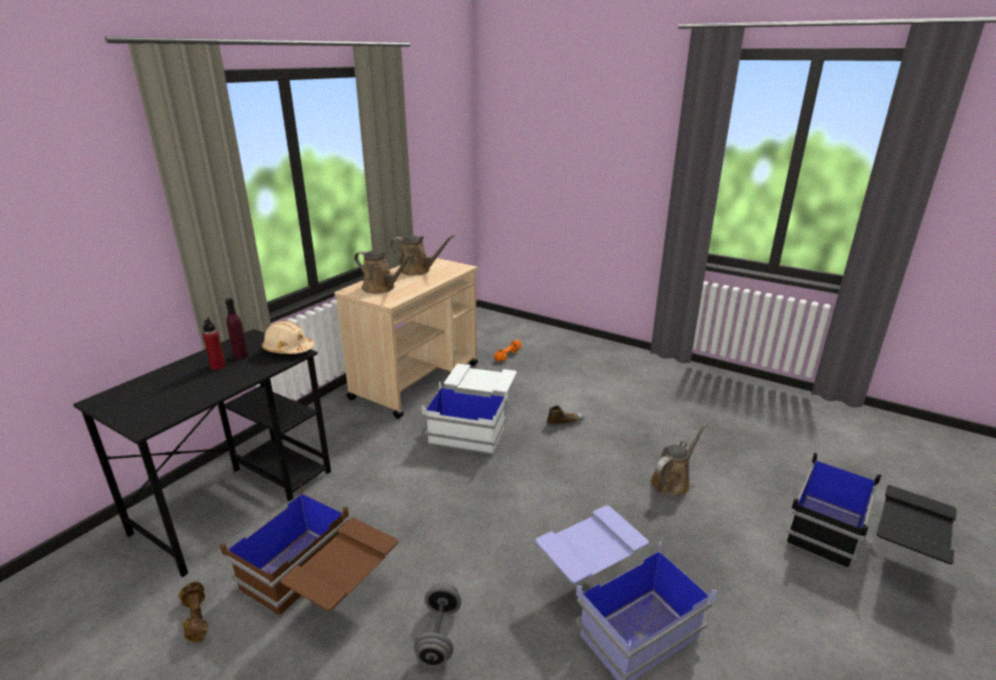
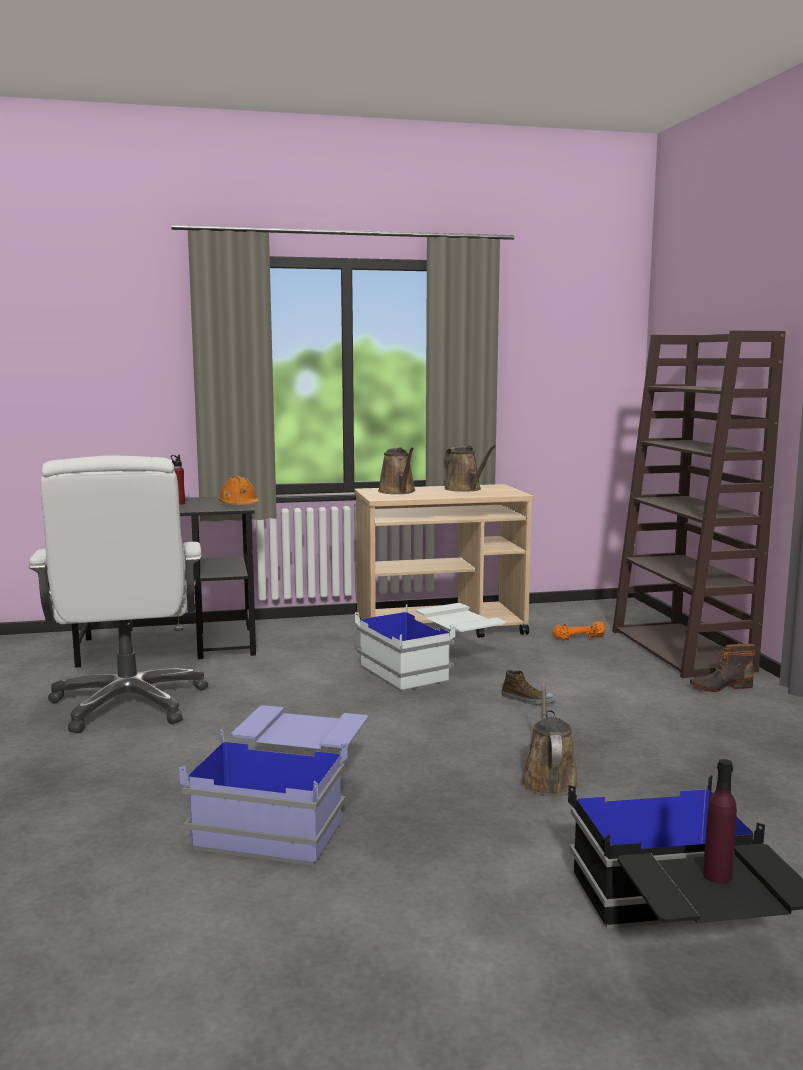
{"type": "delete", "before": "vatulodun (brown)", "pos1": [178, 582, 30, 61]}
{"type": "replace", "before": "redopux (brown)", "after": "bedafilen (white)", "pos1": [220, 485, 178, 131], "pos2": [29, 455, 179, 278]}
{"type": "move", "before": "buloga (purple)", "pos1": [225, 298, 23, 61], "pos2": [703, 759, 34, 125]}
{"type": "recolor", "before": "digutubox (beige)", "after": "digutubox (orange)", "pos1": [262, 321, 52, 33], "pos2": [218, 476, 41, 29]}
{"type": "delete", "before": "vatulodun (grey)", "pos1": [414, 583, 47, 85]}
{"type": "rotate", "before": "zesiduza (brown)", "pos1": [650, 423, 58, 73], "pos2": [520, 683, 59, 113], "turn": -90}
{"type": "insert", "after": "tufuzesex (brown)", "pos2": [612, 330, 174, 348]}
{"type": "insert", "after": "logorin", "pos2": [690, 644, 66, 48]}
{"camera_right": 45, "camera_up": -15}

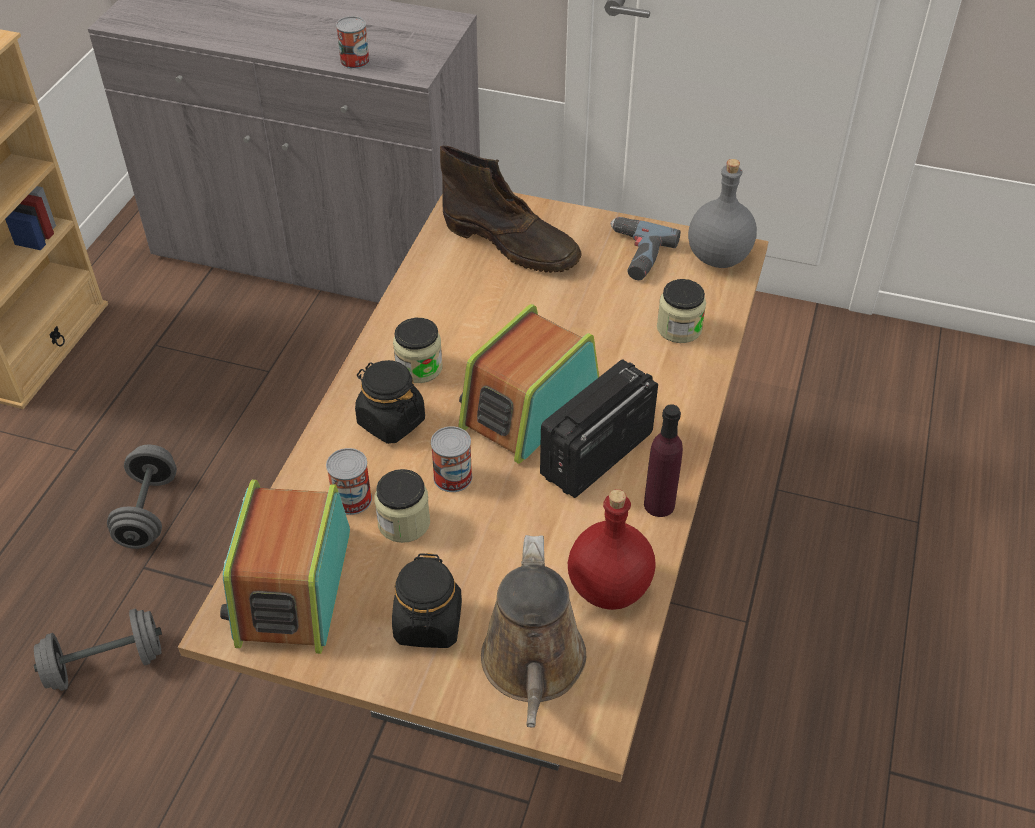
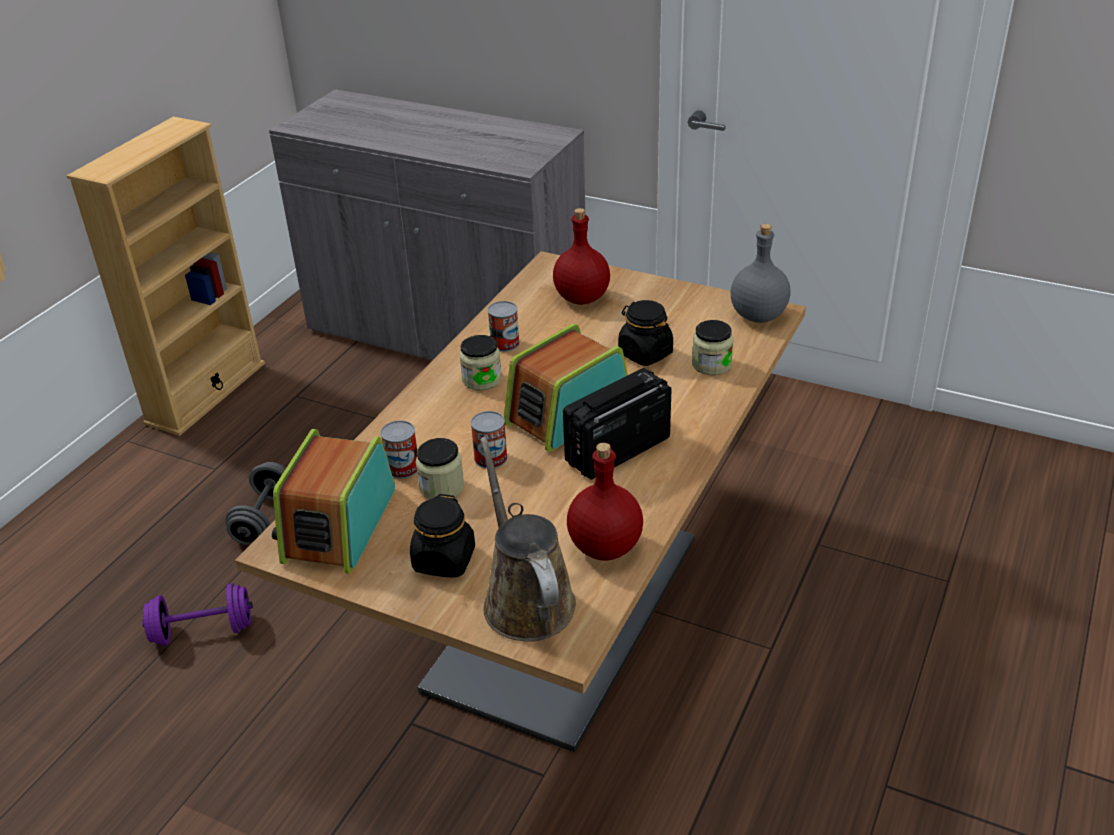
{"type": "recolor", "before": "vatulodun (grey)", "after": "vatulodun (purple)", "pos1": [34, 609, 128, 82], "pos2": [142, 583, 111, 63]}
{"type": "move", "before": "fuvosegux", "pos1": [336, 16, 34, 53], "pos2": [488, 301, 32, 51]}
{"type": "move", "before": "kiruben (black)", "pos1": [355, 360, 70, 84], "pos2": [618, 300, 55, 66]}
{"type": "replace", "before": "logorin (brown)", "after": "buloga (red)", "pos1": [440, 146, 141, 127], "pos2": [553, 208, 57, 97]}
{"type": "rotate", "before": "zesiduza (brown)", "pos1": [481, 535, 105, 193], "pos2": [480, 437, 96, 205], "turn": 150}
{"type": "delete", "before": "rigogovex", "pos1": [610, 217, 71, 63]}
{"type": "delete", "before": "buloga (purple)", "pos1": [644, 404, 39, 113]}
{"camera_right": 10, "camera_up": -10}

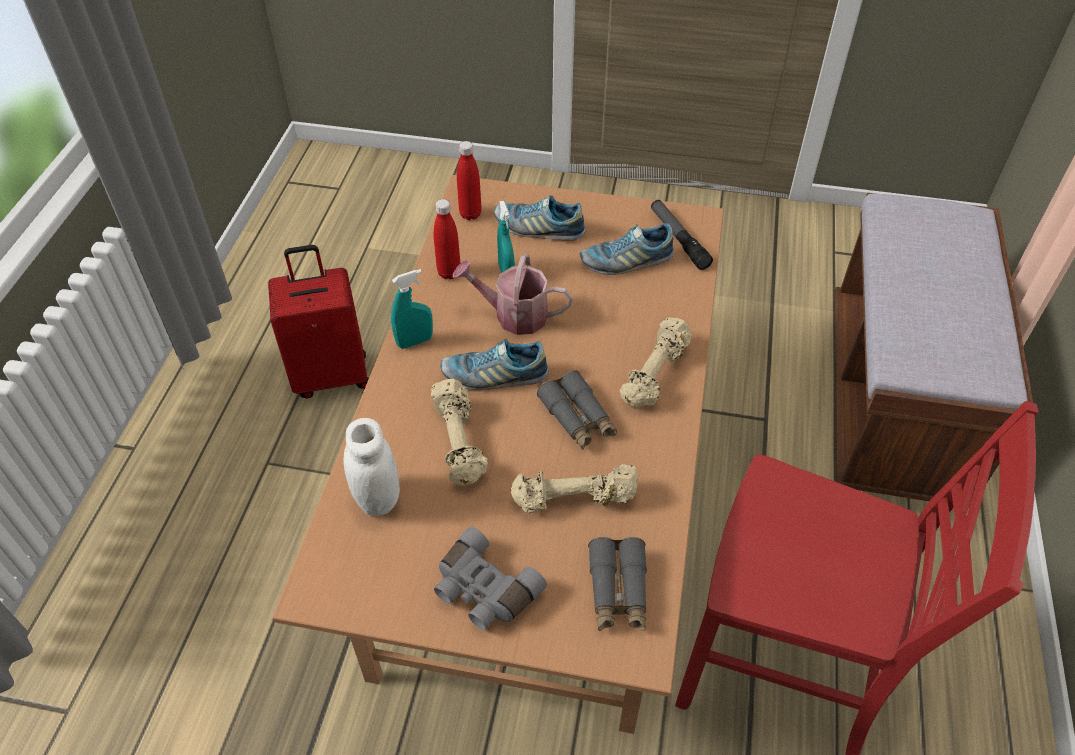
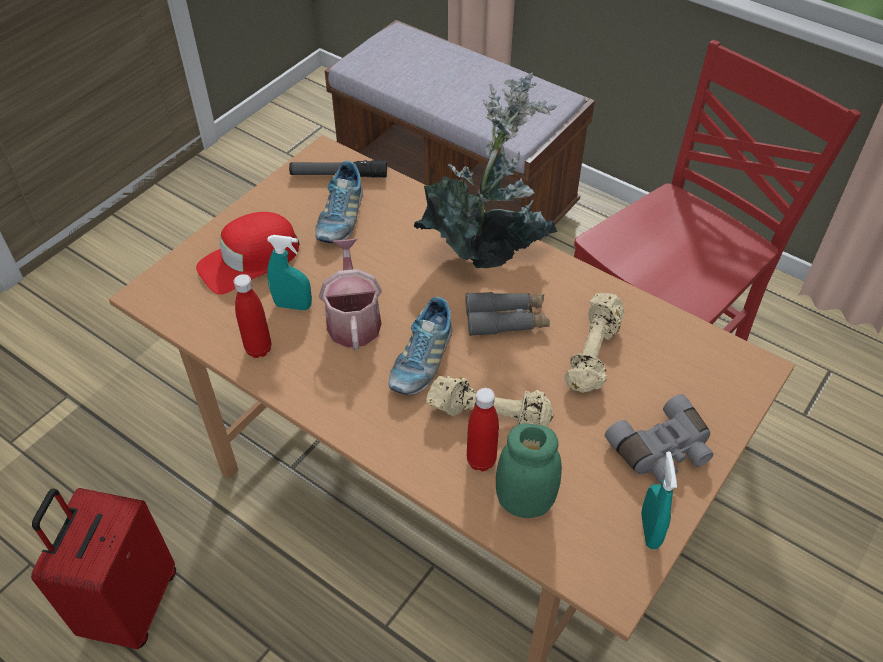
{"type": "recolor", "before": "kiruben (white)", "after": "kiruben (green)", "pos1": [344, 418, 56, 98], "pos2": [496, 423, 66, 95]}
{"type": "move", "before": "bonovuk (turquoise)", "pos1": [391, 269, 42, 80], "pos2": [641, 452, 36, 97]}
{"type": "rotate", "before": "zesiduza", "pos1": [453, 254, 120, 81], "pos2": [319, 238, 63, 112], "turn": 135}
{"type": "move", "before": "buloga (red)", "pos1": [457, 141, 25, 79], "pos2": [467, 388, 32, 83]}
{"type": "replace", "before": "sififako", "after": "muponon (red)", "pos1": [494, 195, 92, 46], "pos2": [196, 212, 104, 83]}
{"type": "delete", "before": "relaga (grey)", "pos1": [588, 537, 59, 94]}
{"type": "replace", "before": "vatulodun (beige)", "after": "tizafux", "pos1": [620, 317, 71, 91], "pos2": [414, 72, 144, 196]}
{"camera_right": -65, "camera_up": 0}

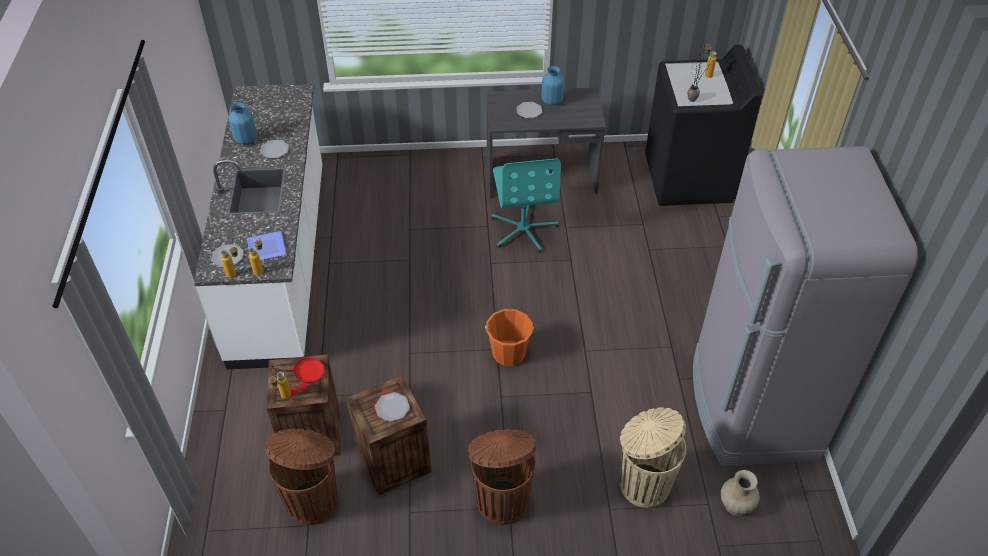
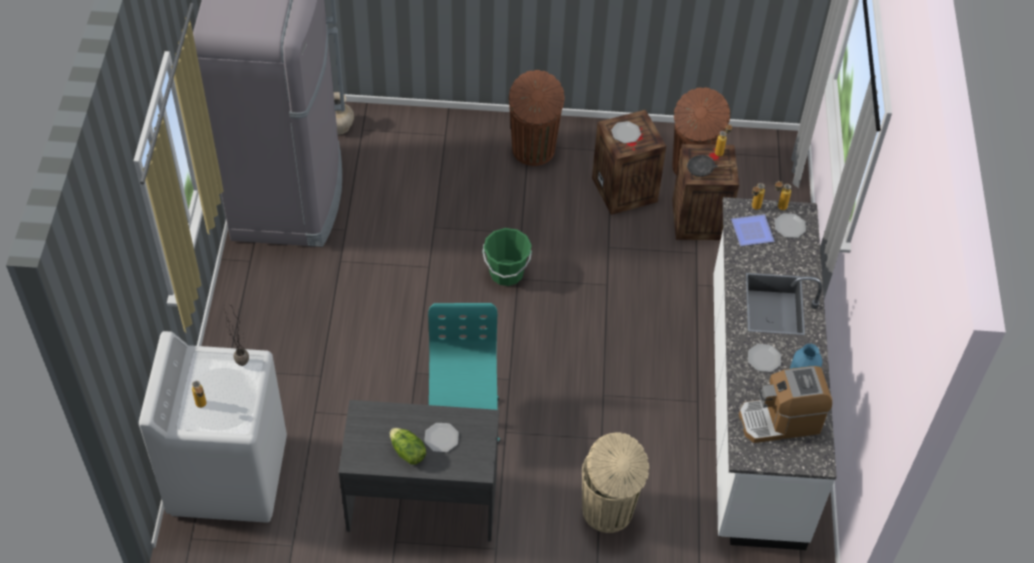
{"type": "recolor", "before": "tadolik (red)", "after": "tadolik (black)", "pos1": [269, 357, 55, 26], "pos2": [687, 155, 49, 22]}
{"type": "recolor", "before": "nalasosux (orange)", "after": "nalasosux (green)", "pos1": [485, 309, 49, 57], "pos2": [482, 228, 50, 58]}
{"type": "replace", "before": "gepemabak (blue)", "after": "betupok", "pos1": [541, 66, 23, 40], "pos2": [390, 428, 36, 37]}
{"type": "move", "before": "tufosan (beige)", "pos1": [620, 407, 66, 101], "pos2": [582, 432, 67, 101]}
{"type": "recolor", "before": "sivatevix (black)", "after": "sivatevix (white)", "pos1": [645, 45, 118, 161], "pos2": [139, 331, 148, 192]}
{"type": "insert", "after": "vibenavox", "pos2": [739, 366, 93, 77]}
{"camera_right": -175, "camera_up": 5}

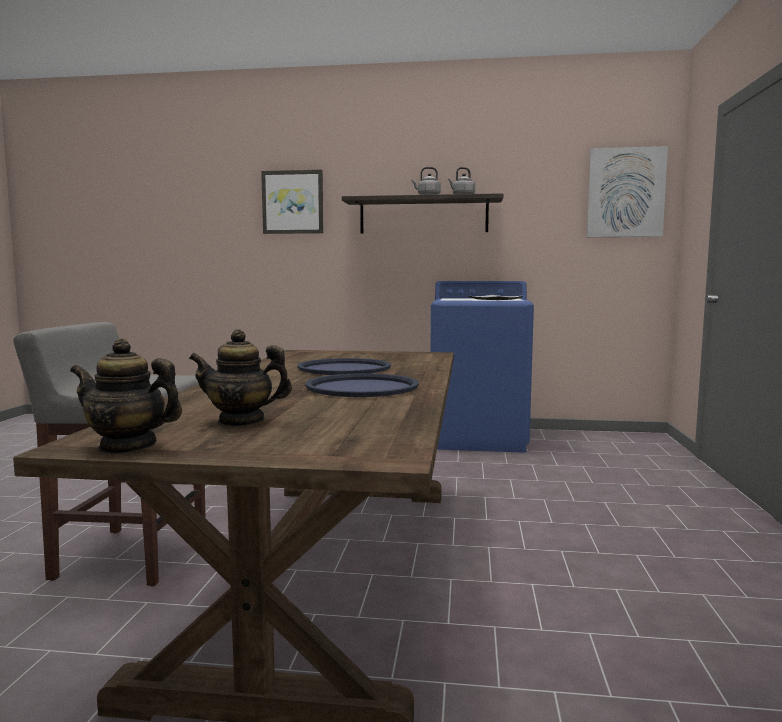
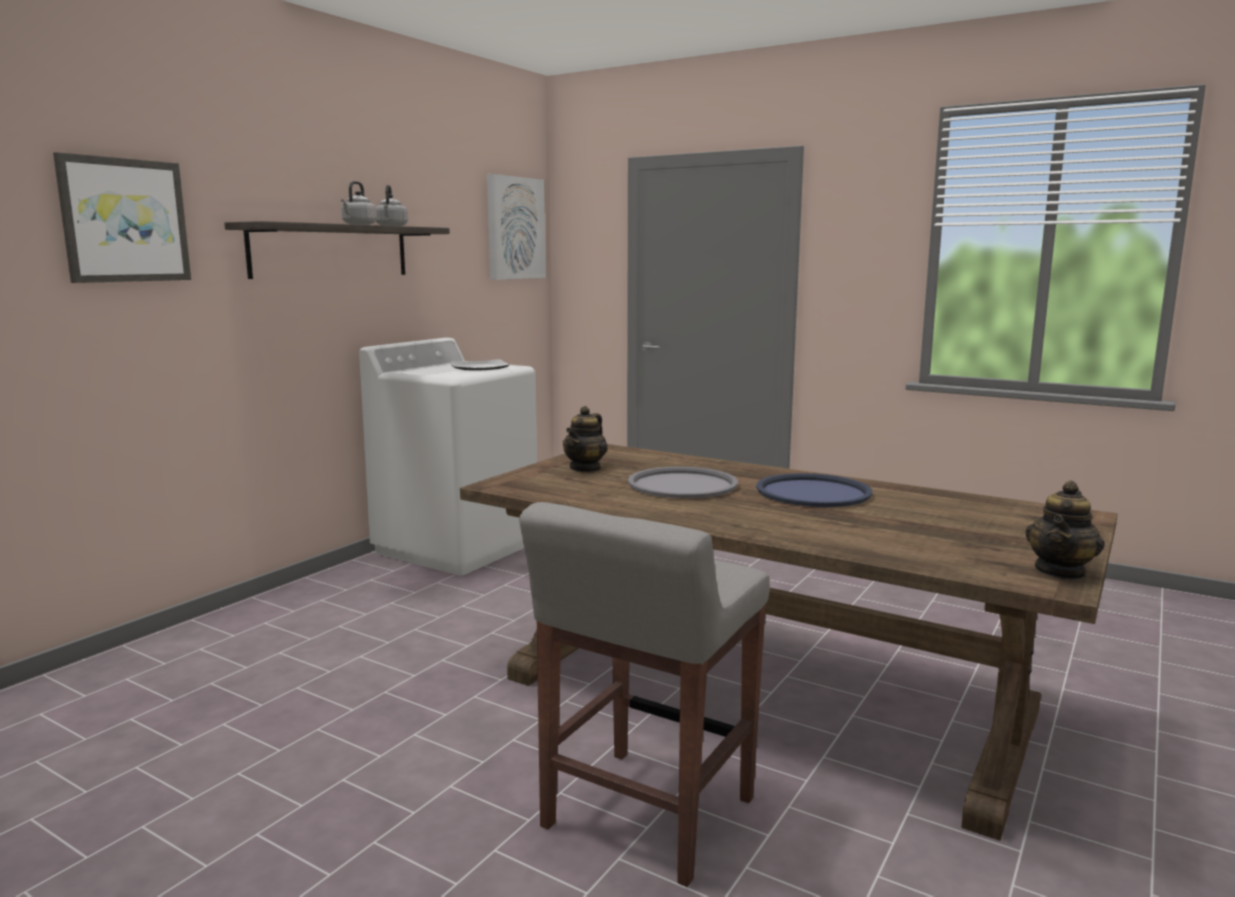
{"type": "move", "before": "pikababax", "pos1": [189, 329, 103, 98], "pos2": [563, 406, 44, 66]}
{"type": "recolor", "before": "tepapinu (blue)", "after": "tepapinu (grey)", "pos1": [297, 358, 94, 17], "pos2": [628, 467, 110, 32]}
{"type": "recolor", "before": "sivatevix (blue)", "after": "sivatevix (white)", "pos1": [430, 281, 104, 172], "pos2": [359, 338, 178, 238]}
{"camera_right": -65, "camera_up": 5}

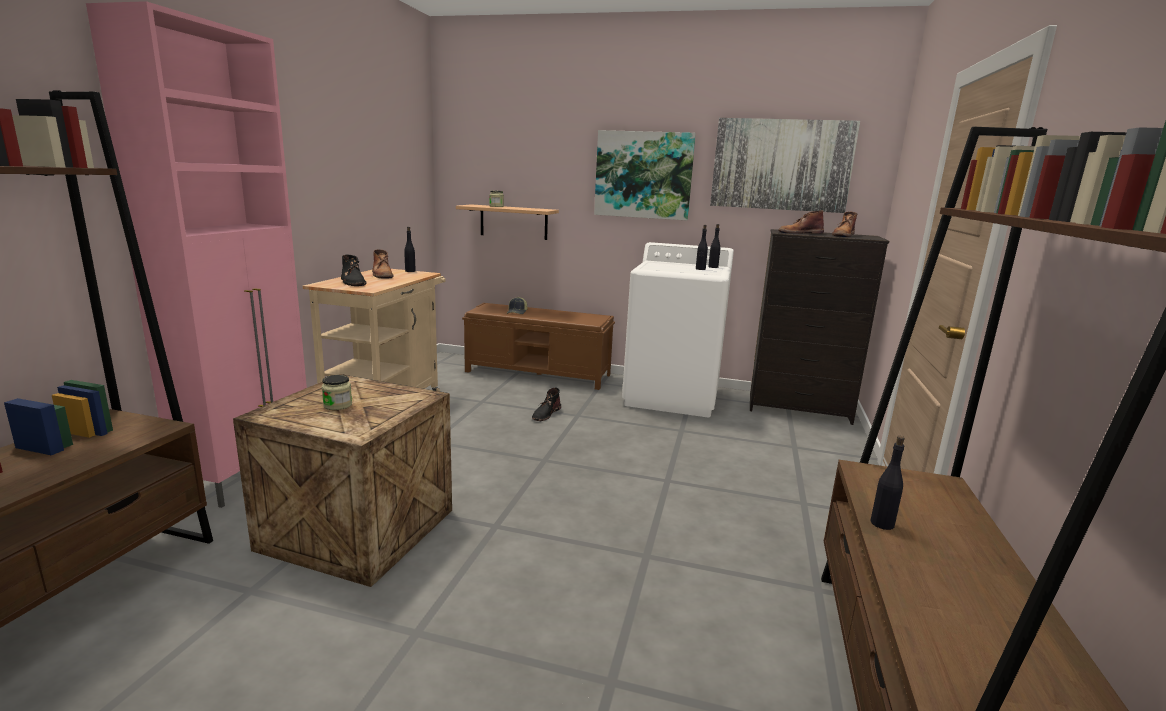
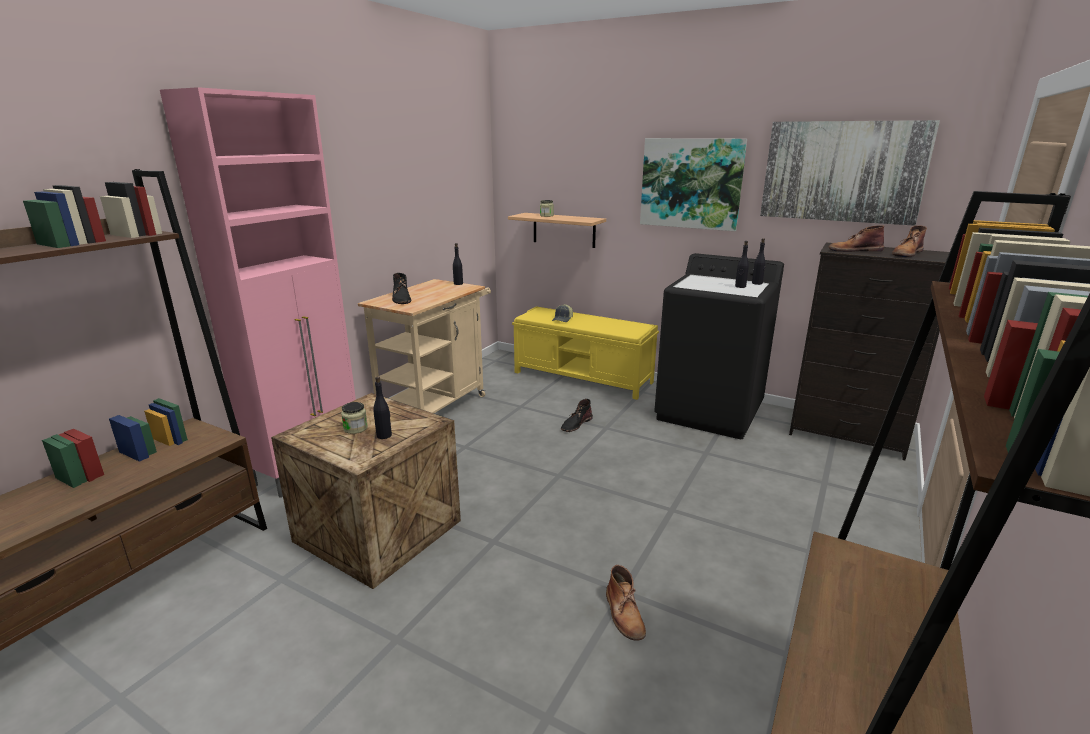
{"type": "move", "before": "logorin (brown)", "pos1": [372, 249, 22, 30], "pos2": [606, 565, 40, 76]}
{"type": "recolor", "before": "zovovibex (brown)", "after": "zovovibex (yellow)", "pos1": [462, 303, 153, 87], "pos2": [512, 306, 147, 94]}
{"type": "recolor", "before": "sivatevix (white)", "after": "sivatevix (black)", "pos1": [622, 242, 112, 175], "pos2": [654, 253, 130, 186]}
{"type": "move", "before": "buloga (black)", "pos1": [870, 436, 35, 94], "pos2": [373, 376, 19, 63]}
{"camera_right": 15, "camera_up": 5}

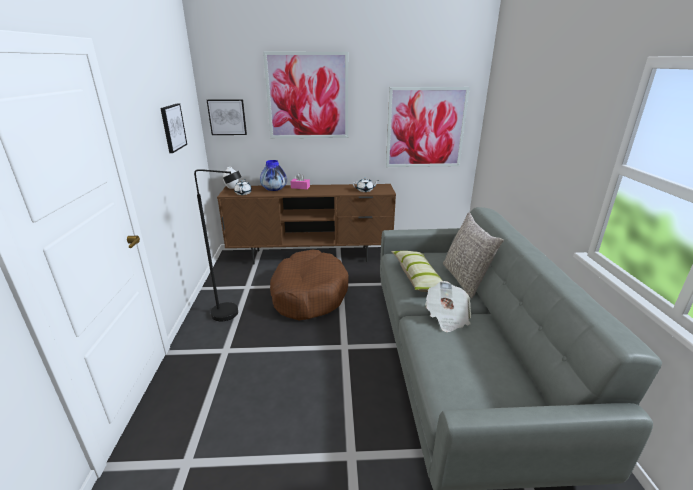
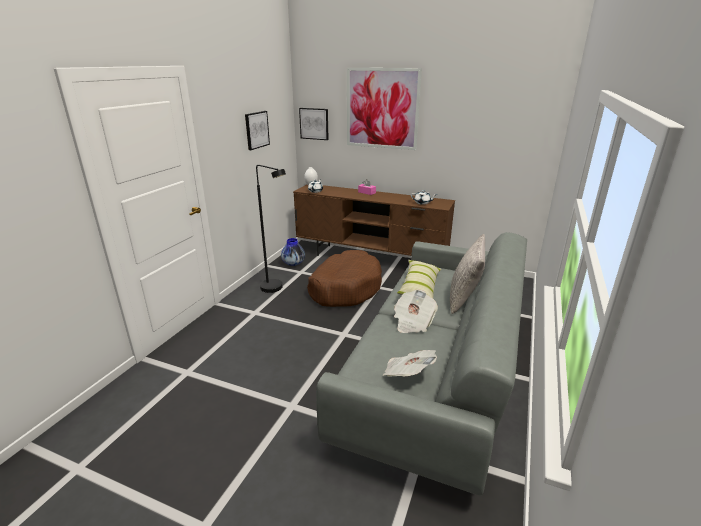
{"type": "move", "before": "gepemabak", "pos1": [260, 160, 27, 31], "pos2": [281, 238, 24, 28]}
{"type": "delete", "before": "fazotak", "pos1": [386, 87, 84, 80]}
{"type": "insert", "after": "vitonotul", "pos2": [383, 350, 54, 27]}
{"camera_right": 25, "camera_up": 0}

